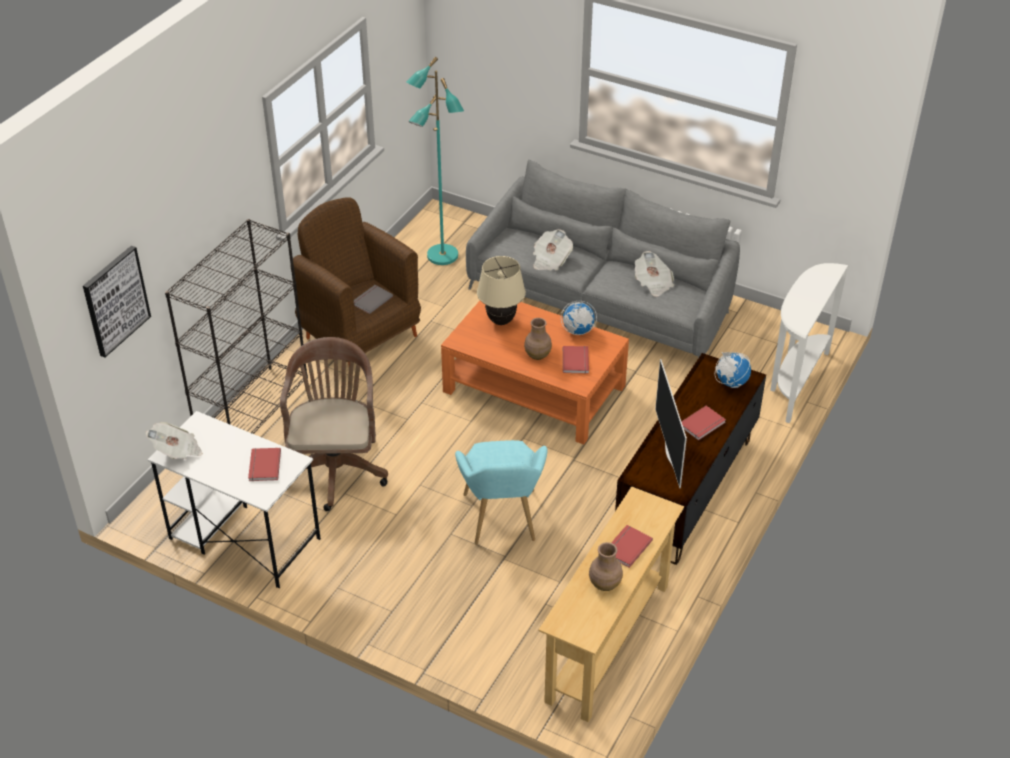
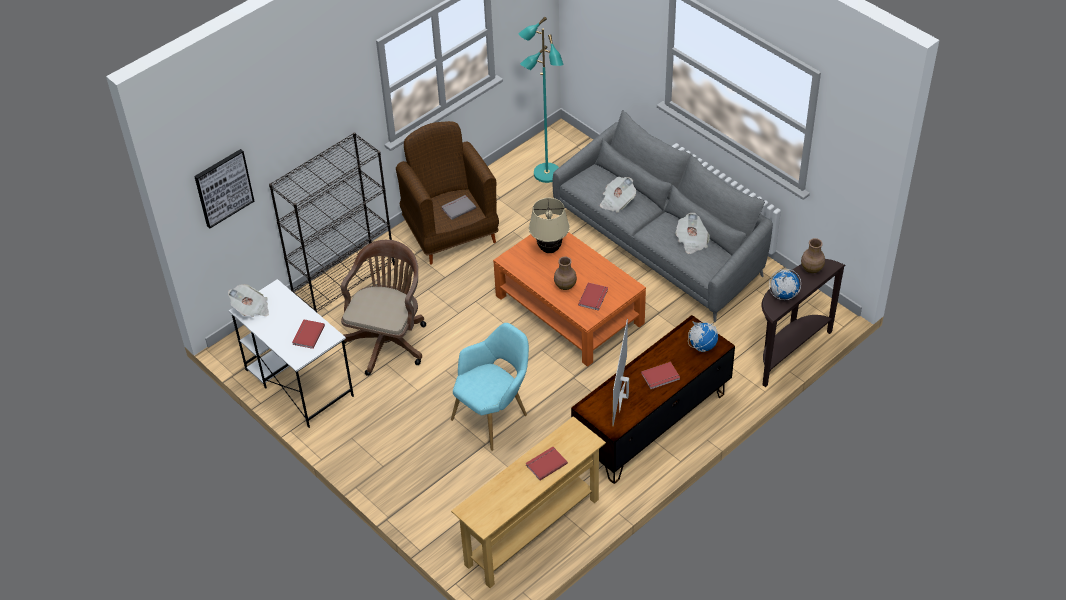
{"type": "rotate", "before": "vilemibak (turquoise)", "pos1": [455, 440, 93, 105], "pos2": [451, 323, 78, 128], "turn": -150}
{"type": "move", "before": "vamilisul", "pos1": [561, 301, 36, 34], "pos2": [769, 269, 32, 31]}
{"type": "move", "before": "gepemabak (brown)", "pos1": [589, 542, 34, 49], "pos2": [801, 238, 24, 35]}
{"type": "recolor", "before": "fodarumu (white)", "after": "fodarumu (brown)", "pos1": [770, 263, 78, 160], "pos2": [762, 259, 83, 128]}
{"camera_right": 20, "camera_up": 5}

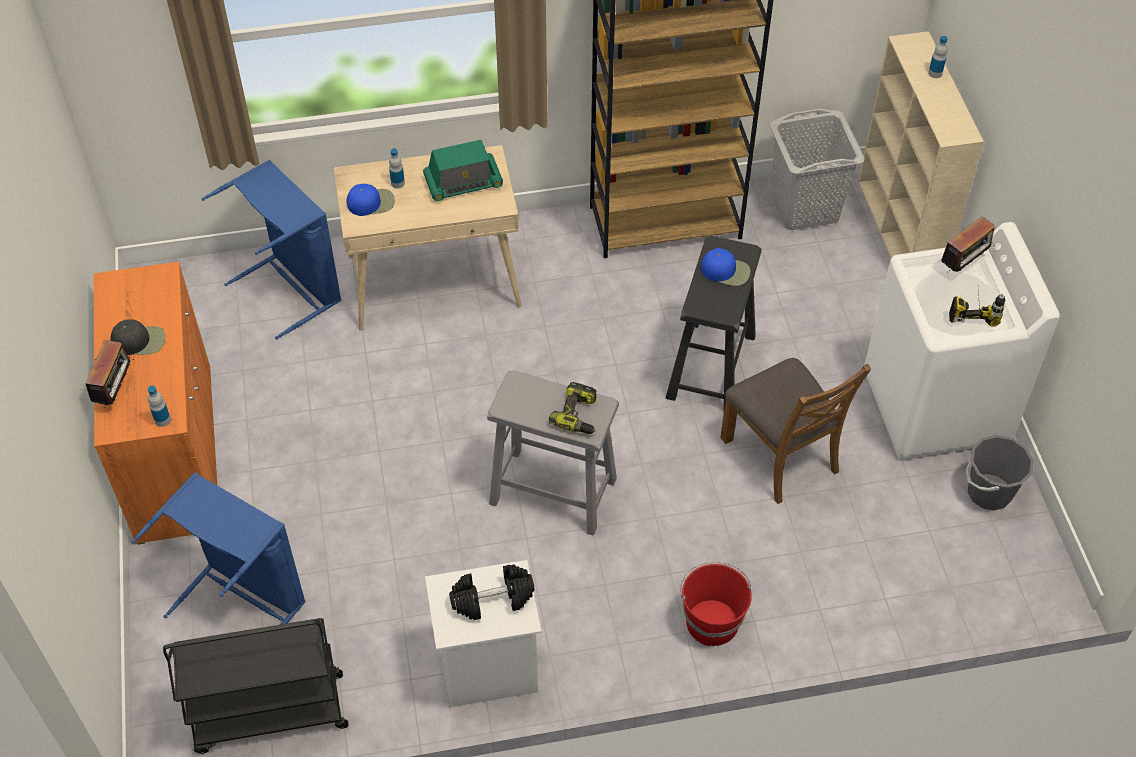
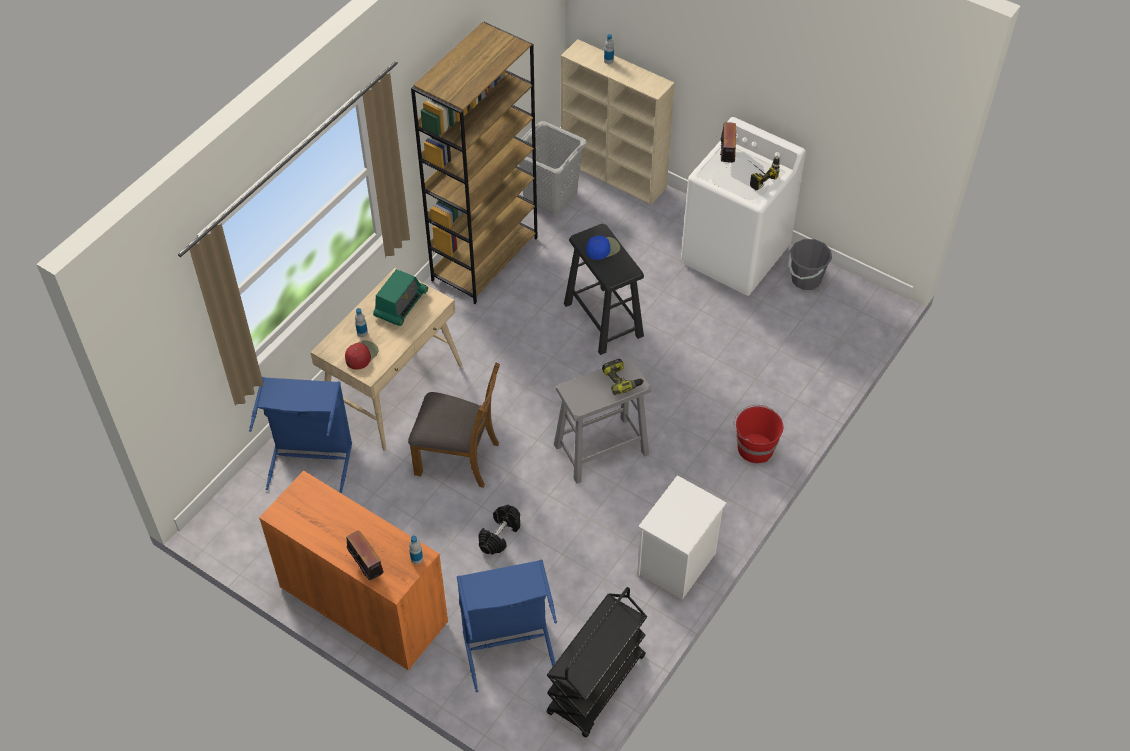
{"type": "delete", "before": "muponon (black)", "pos1": [110, 320, 55, 35]}
{"type": "recolor", "before": "muponon (blue)", "after": "muponon (red)", "pos1": [346, 184, 49, 32], "pos2": [345, 340, 34, 30]}
{"type": "move", "before": "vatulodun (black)", "pos1": [449, 564, 86, 56], "pos2": [478, 505, 42, 50]}
{"type": "move", "before": "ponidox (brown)", "pos1": [720, 358, 151, 146], "pos2": [408, 363, 92, 125]}
{"camera_right": -45, "camera_up": 0}

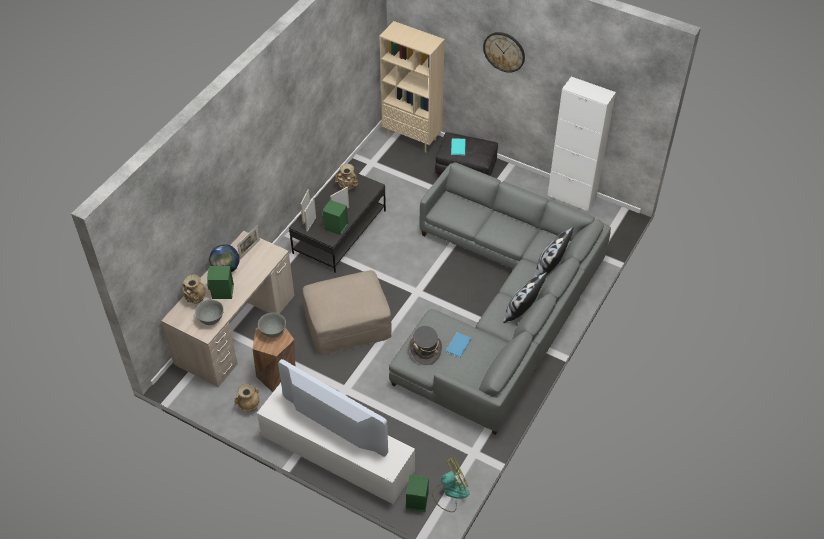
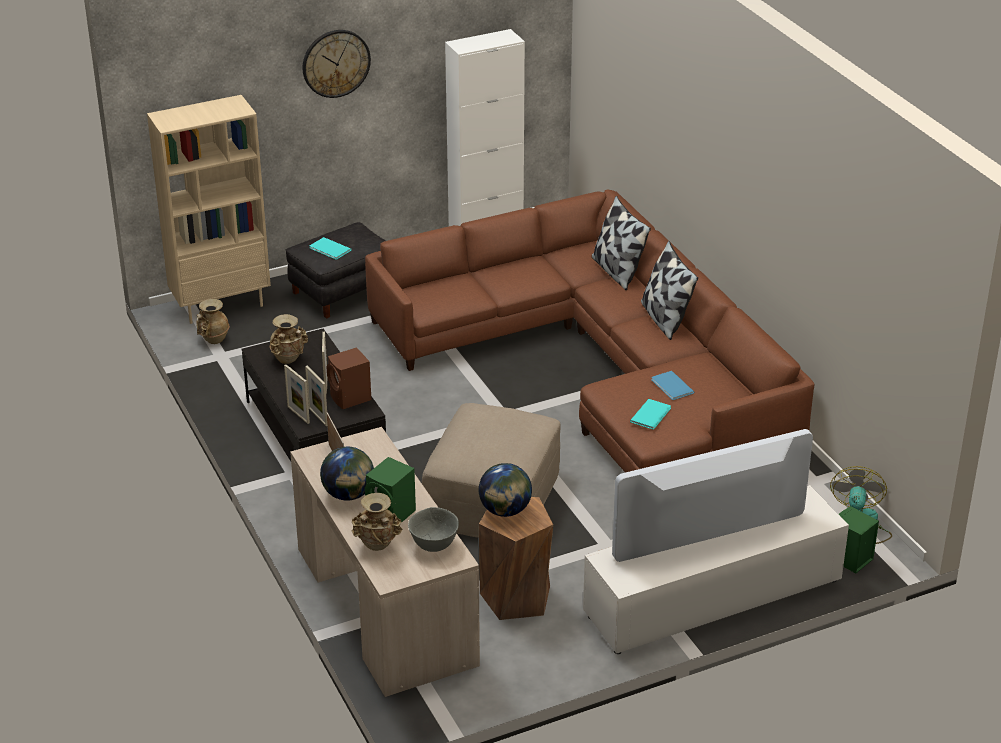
{"type": "move", "before": "gepemabak (beige)", "pos1": [234, 384, 26, 28], "pos2": [196, 299, 34, 45]}
{"type": "replace", "before": "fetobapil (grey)", "after": "vamilisul", "pos1": [258, 313, 28, 25], "pos2": [479, 463, 53, 54]}
{"type": "recolor", "before": "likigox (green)", "after": "likigox (brown)", "pos1": [322, 200, 26, 35], "pos2": [327, 347, 44, 62]}
{"type": "recolor", "before": "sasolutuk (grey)", "after": "sasolutuk (brown)", "pos1": [389, 162, 222, 273], "pos2": [365, 189, 449, 284]}
{"type": "replace", "before": "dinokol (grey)", "after": "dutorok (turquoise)", "pos1": [409, 326, 33, 39], "pos2": [630, 399, 41, 31]}
{"camera_right": -55, "camera_up": -15}

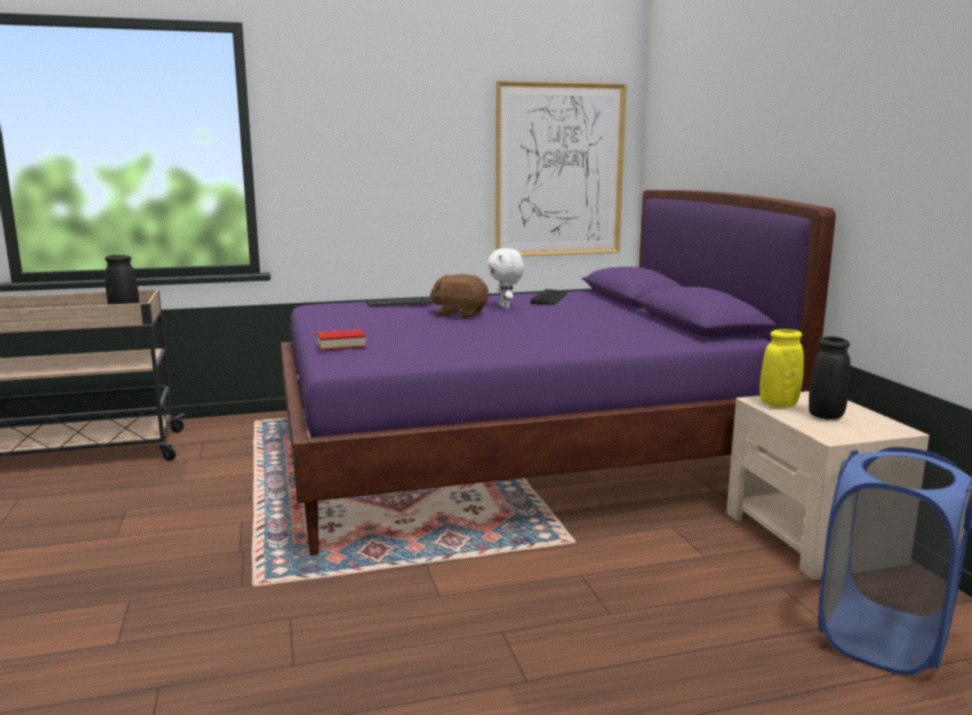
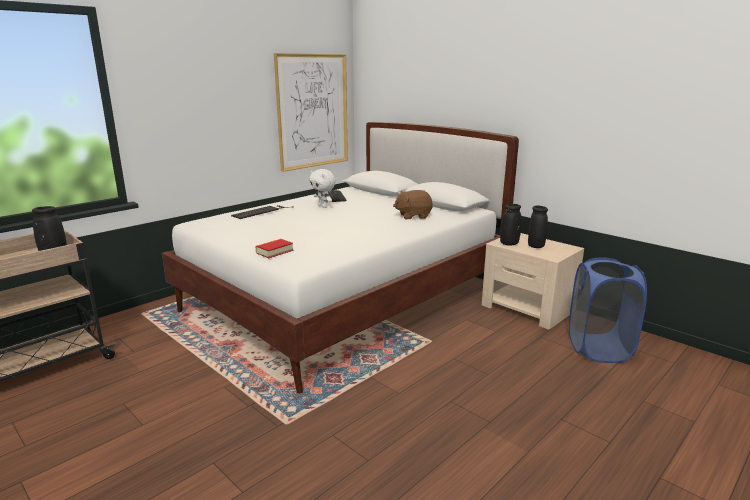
{"type": "recolor", "before": "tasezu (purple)", "after": "tasezu (white)", "pos1": [281, 190, 555, 366], "pos2": [162, 122, 357, 272]}
{"type": "move", "before": "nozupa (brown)", "pos1": [430, 274, 59, 44], "pos2": [393, 190, 40, 29]}
{"type": "recolor", "before": "gepemabak (yellow)", "after": "gepemabak (black)", "pos1": [760, 329, 44, 78], "pos2": [500, 204, 21, 42]}
{"camera_right": -30, "camera_up": 5}

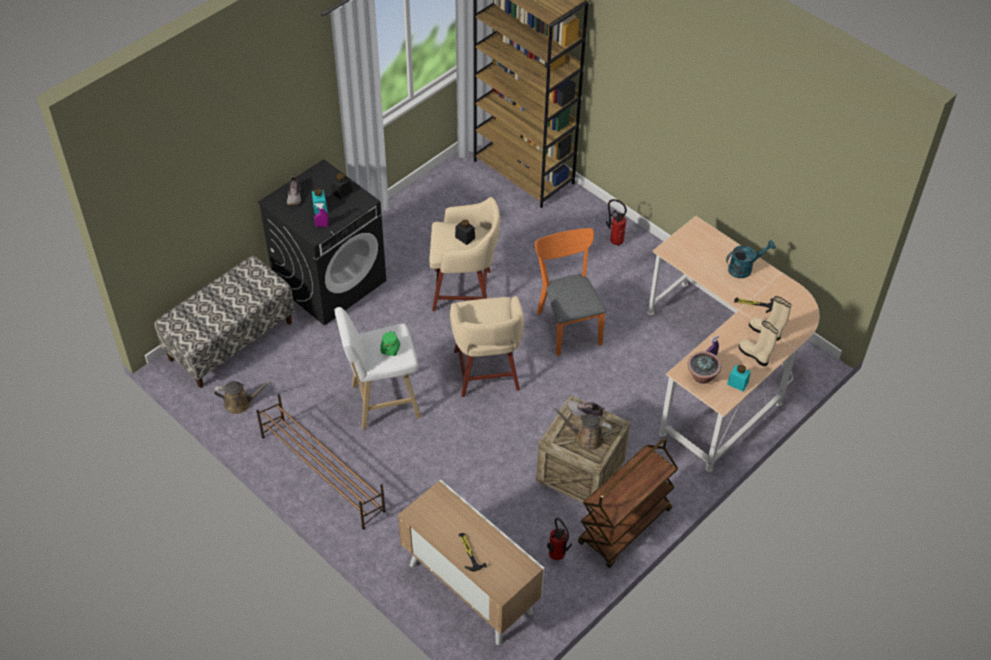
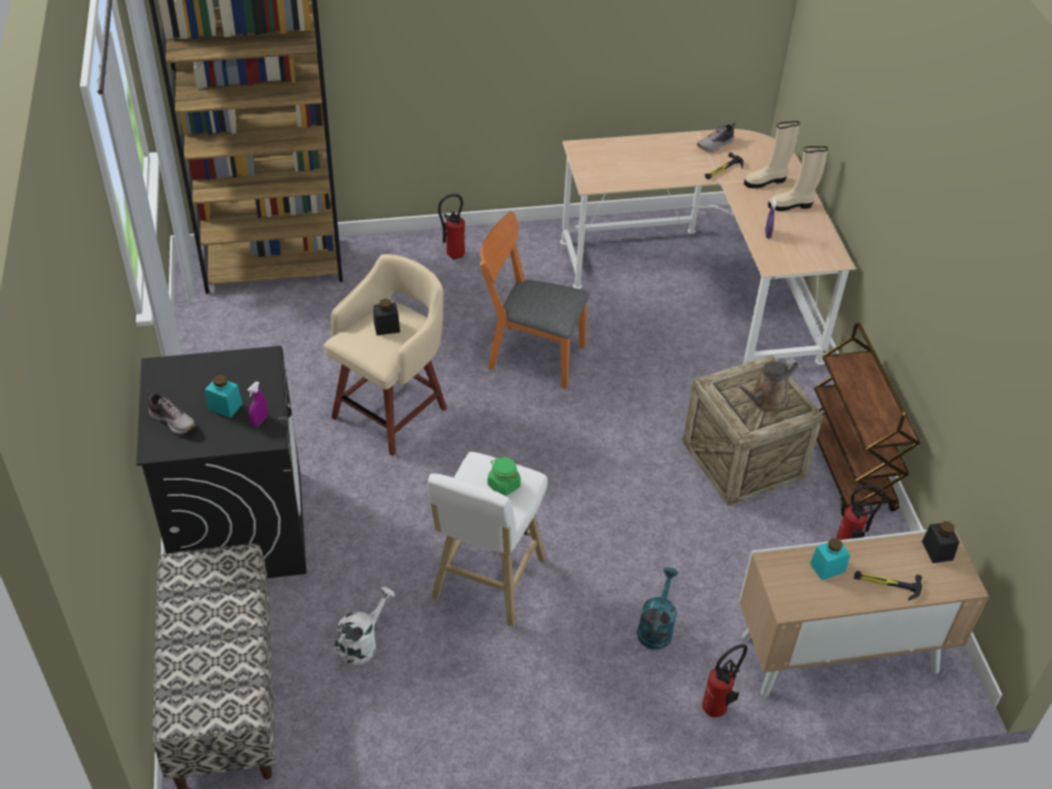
{"type": "delete", "before": "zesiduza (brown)", "pos1": [214, 381, 57, 33]}
{"type": "delete", "before": "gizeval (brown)", "pos1": [256, 394, 130, 135]}
{"type": "move", "before": "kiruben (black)", "pos1": [331, 173, 21, 27], "pos2": [922, 521, 37, 42]}
{"type": "delete", "before": "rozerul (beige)", "pos1": [450, 296, 74, 101]}
{"type": "move", "before": "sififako", "pos1": [567, 400, 38, 18], "pos2": [697, 122, 39, 30]}
{"type": "delete", "before": "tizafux", "pos1": [688, 351, 33, 33]}
{"type": "move", "before": "zesiduza (turquoise)", "pos1": [726, 240, 50, 38], "pos2": [637, 567, 41, 83]}
{"type": "move", "before": "kiruben (turquoise)", "pos1": [727, 365, 24, 26], "pos2": [810, 538, 40, 42]}
{"type": "insert", "after": "zesiduza (white)", "pos2": [335, 587, 60, 78]}
{"type": "insert", "after": "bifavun", "pos2": [702, 644, 45, 73]}
{"camera_right": -55, "camera_up": -5}

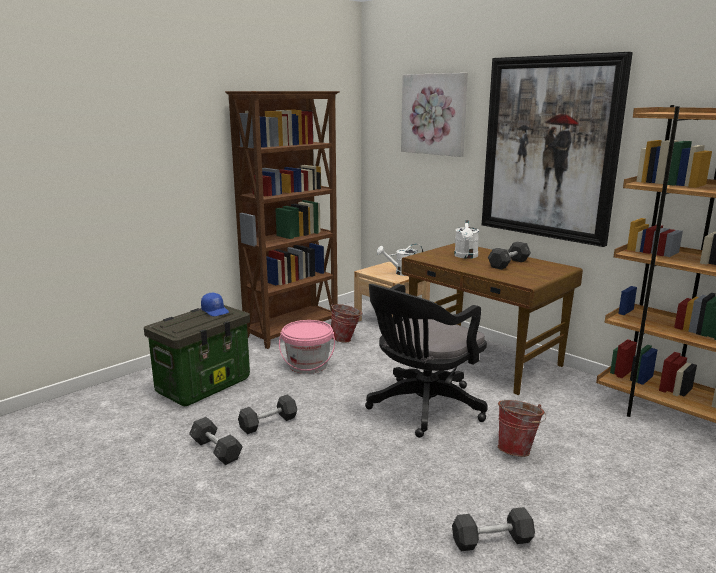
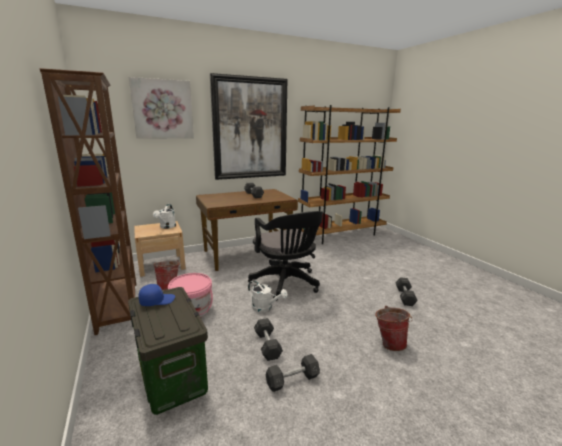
{"type": "move", "before": "zesiduza (white)", "pos1": [454, 220, 25, 39], "pos2": [248, 281, 40, 31]}
{"type": "move", "before": "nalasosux", "pos1": [498, 400, 48, 57], "pos2": [375, 306, 38, 45]}
{"camera_right": -70, "camera_up": 0}

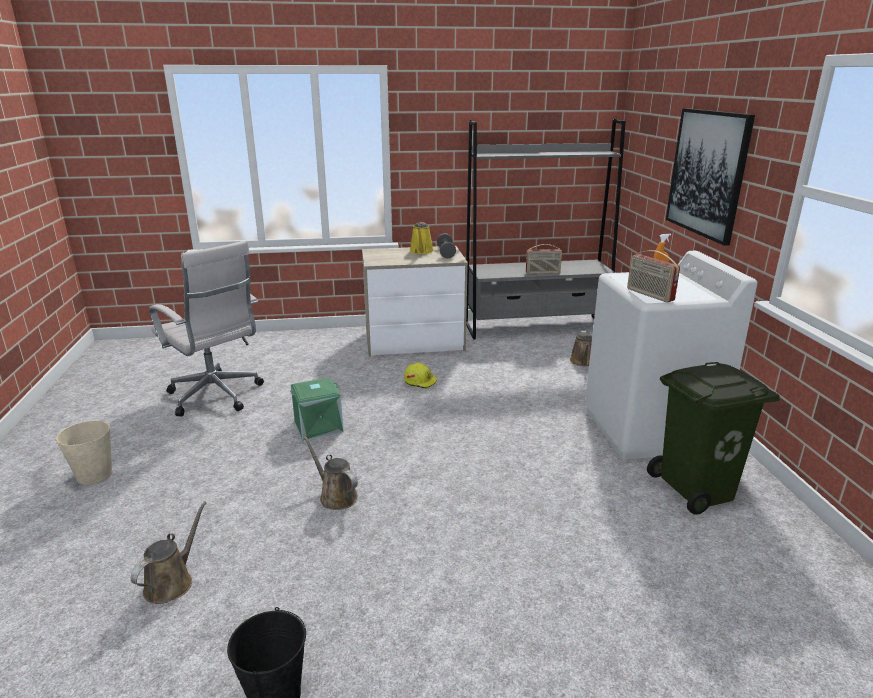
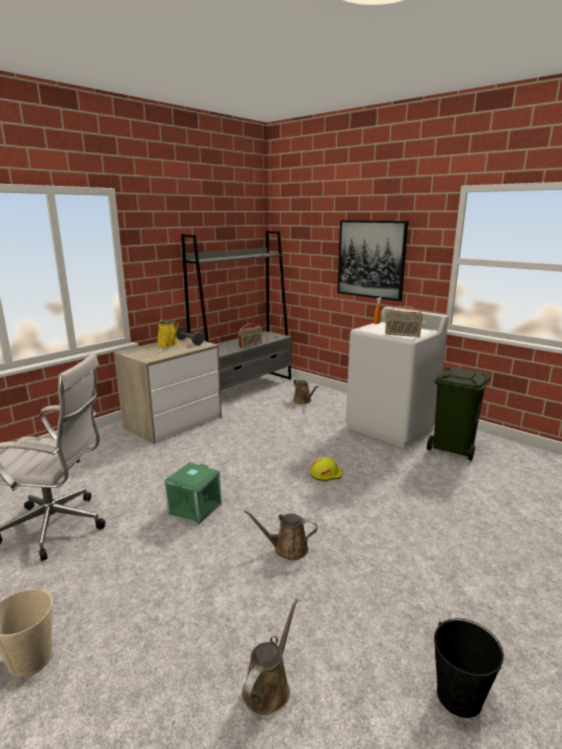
{"type": "rotate", "before": "zesiduza (brown)", "pos1": [131, 501, 76, 103], "pos2": [242, 598, 56, 117], "turn": 45}
{"type": "move", "before": "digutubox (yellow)", "pos1": [404, 363, 33, 26], "pos2": [310, 457, 33, 24]}
{"camera_right": -40, "camera_up": -5}

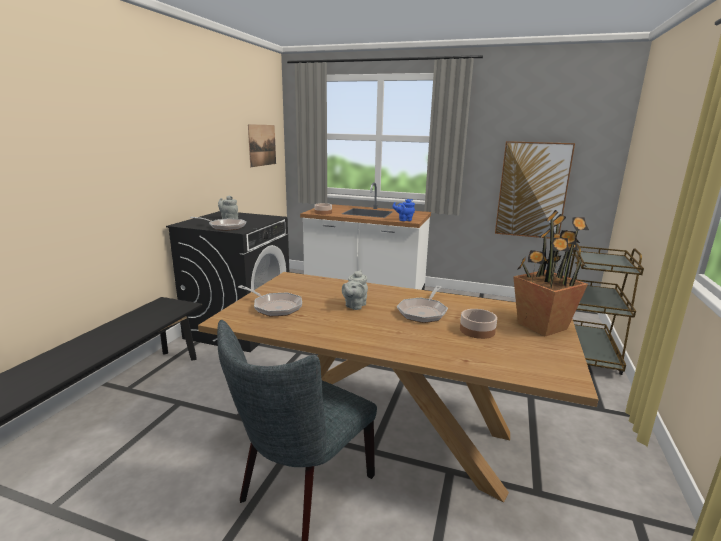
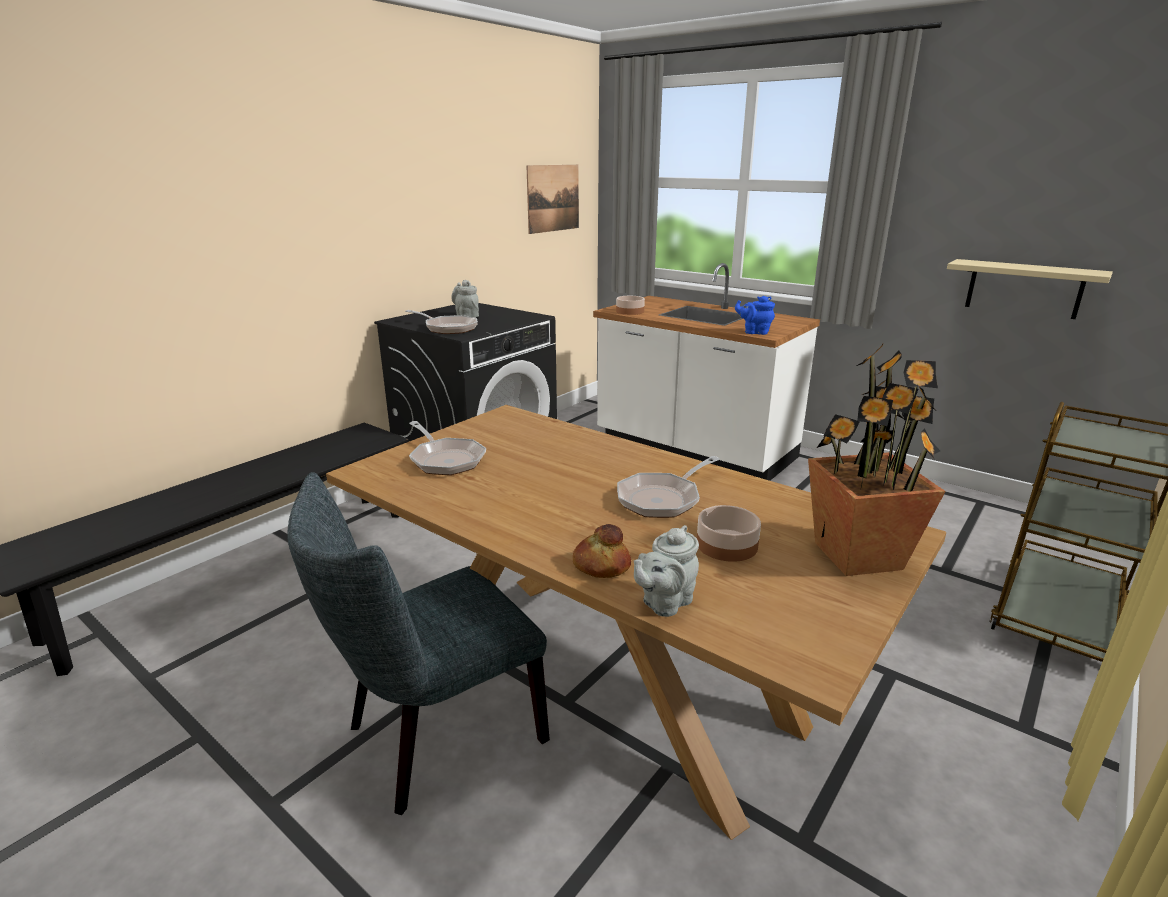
{"type": "move", "before": "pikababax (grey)", "pos1": [342, 270, 26, 40], "pos2": [634, 525, 65, 92]}
{"type": "replace", "before": "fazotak", "after": "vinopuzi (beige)", "pos1": [495, 141, 80, 98], "pos2": [947, 259, 166, 60]}
{"type": "insert", "after": "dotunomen", "pos2": [573, 524, 58, 54]}
{"camera_right": 20, "camera_up": 5}

